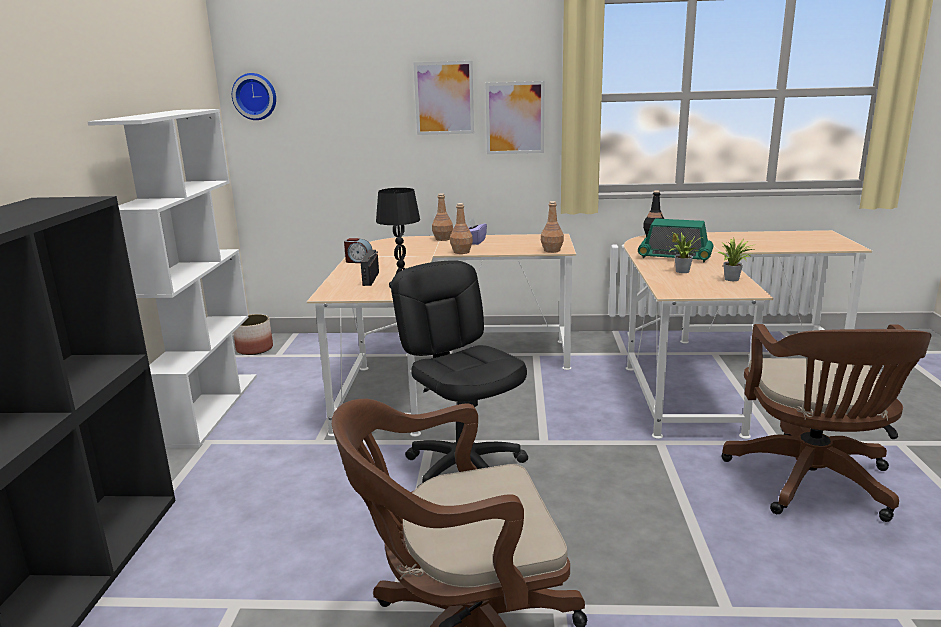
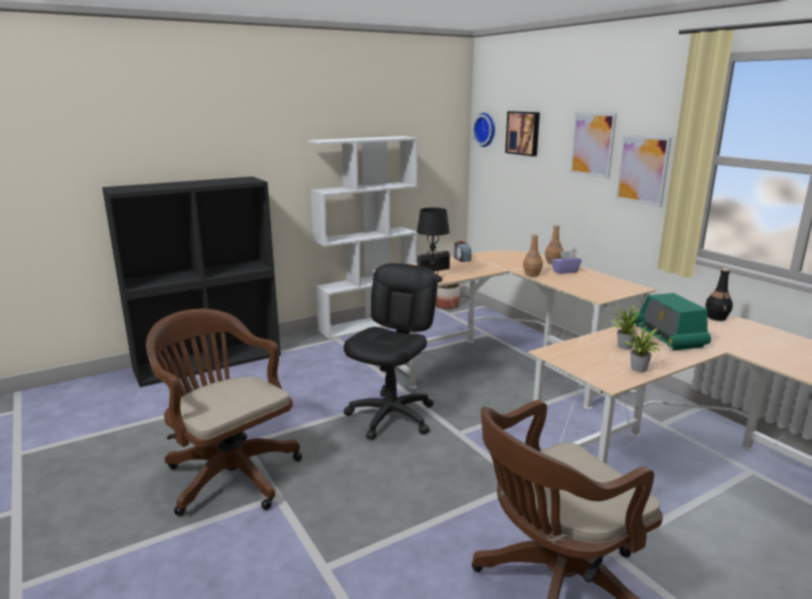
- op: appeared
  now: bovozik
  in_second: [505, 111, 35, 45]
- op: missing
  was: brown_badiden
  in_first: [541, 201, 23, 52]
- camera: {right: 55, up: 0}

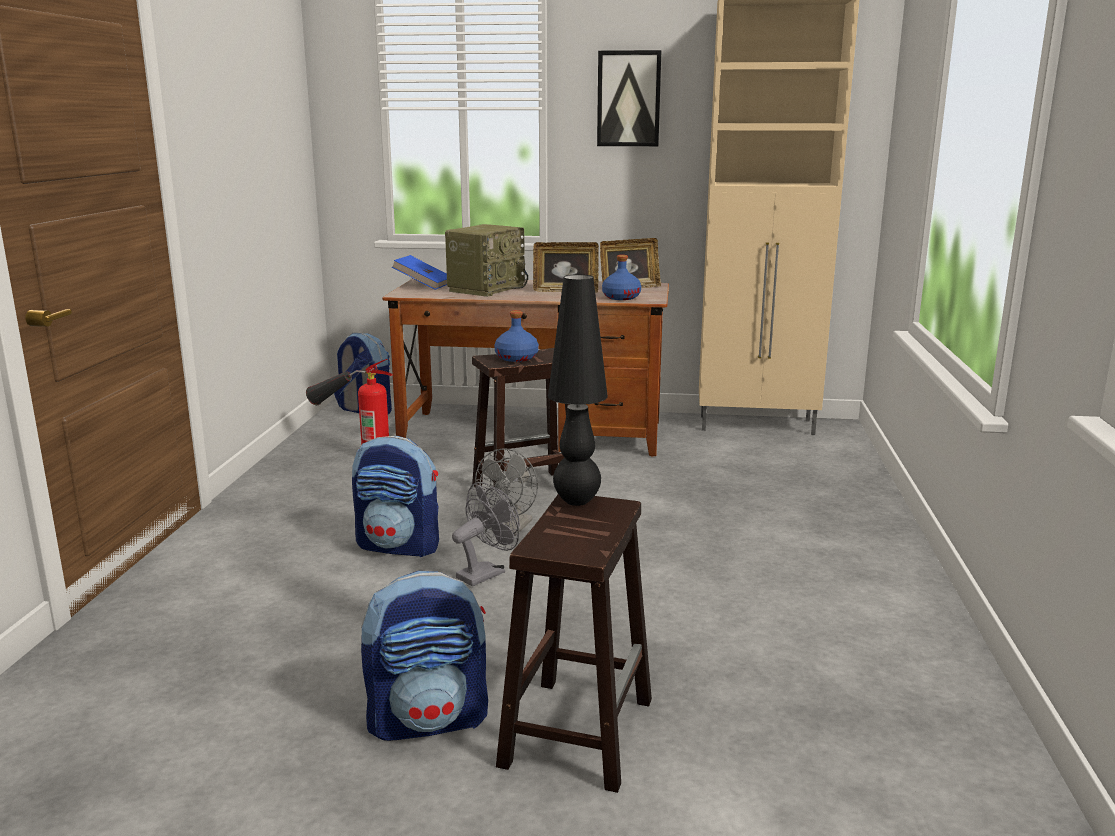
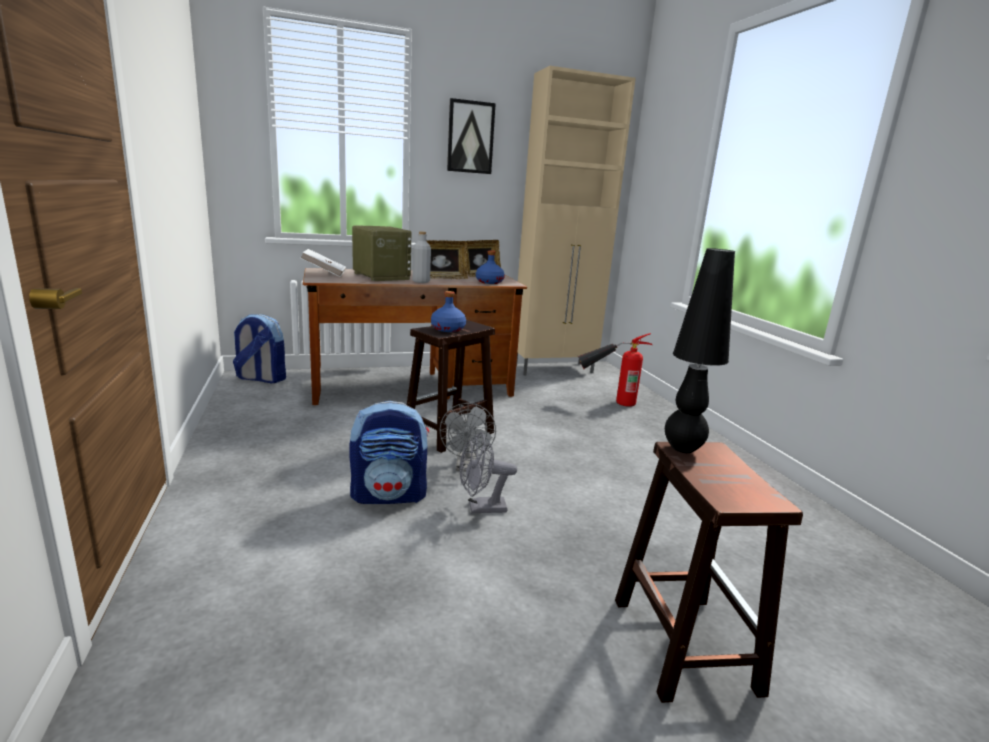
- op: colour
  was: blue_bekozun
  now: white_bekozun
  in_first: [392, 255, 55, 35]
  in_second: [301, 249, 45, 28]
- op: spun
  was: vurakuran
  in_first: [445, 224, 83, 73]
  in_second: [352, 225, 60, 56]
  clockwise: -45
- op: appeared
  now: grey_badiden
  in_second: [412, 231, 19, 52]
- op: spun
  was: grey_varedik
  in_first: [452, 482, 68, 104]
  in_second: [460, 432, 57, 82]
  clockwise: -120
- op: relocated
  was: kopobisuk
  in_first: [306, 359, 87, 86]
  in_second: [578, 333, 74, 74]
- op: missing
  was: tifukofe
  in_first: [361, 571, 127, 170]
- camera: {right: -25, up: 0}

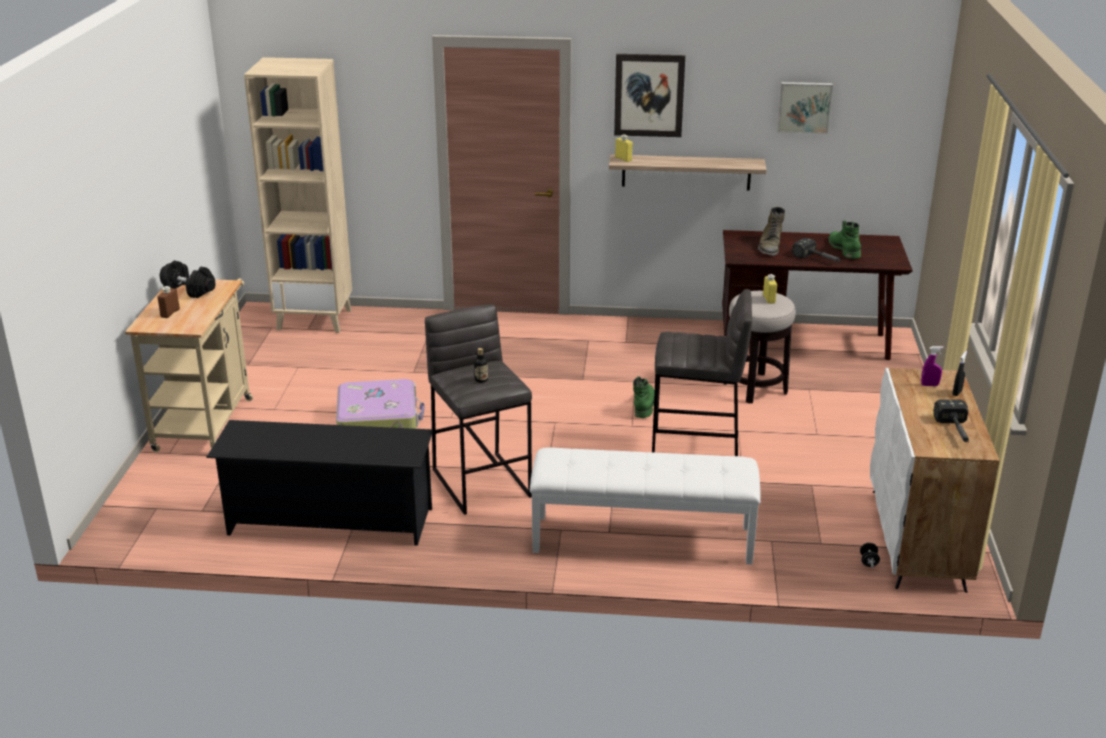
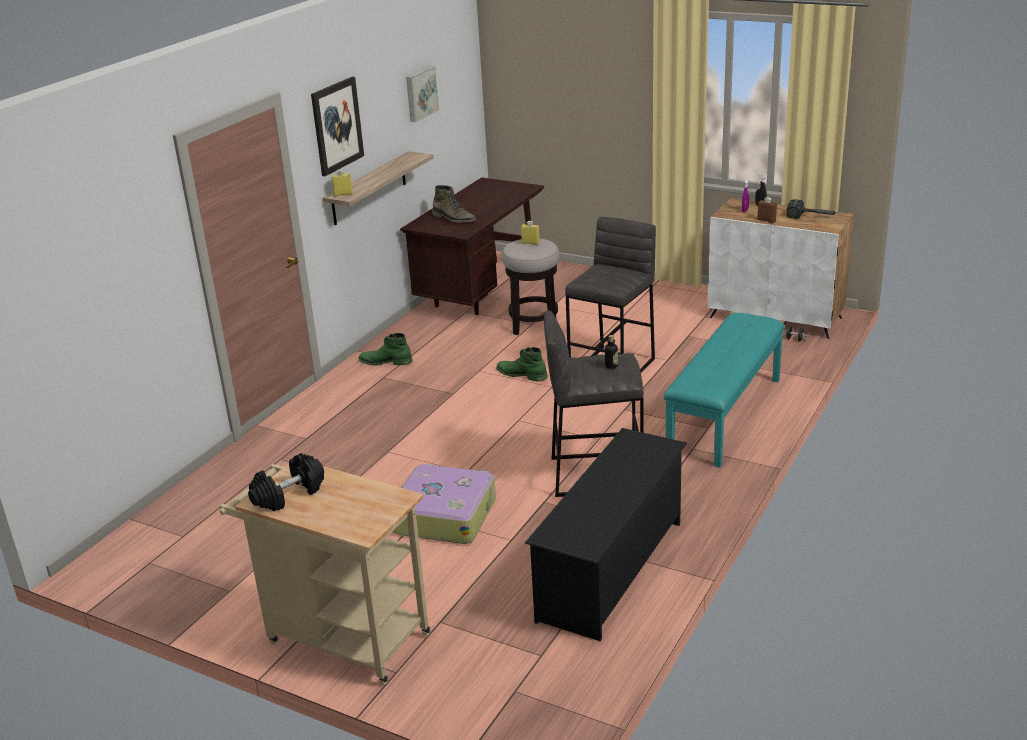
- op: relocated
  was: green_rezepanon
  in_first: [828, 220, 33, 39]
  in_second: [359, 333, 54, 32]
- op: colour
  was: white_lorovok
  now: turquoise_lorovok
  in_first: [530, 448, 231, 117]
  in_second: [664, 313, 121, 155]
- op: relocated
  was: brown_badiden
  in_first: [157, 286, 23, 32]
  in_second: [757, 197, 20, 26]
- op: missing
  was: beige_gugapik
  in_first: [244, 57, 108, 276]
- op: missing
  was: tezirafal
  in_first: [792, 238, 50, 23]
- camera: {right: -65, up: 0}

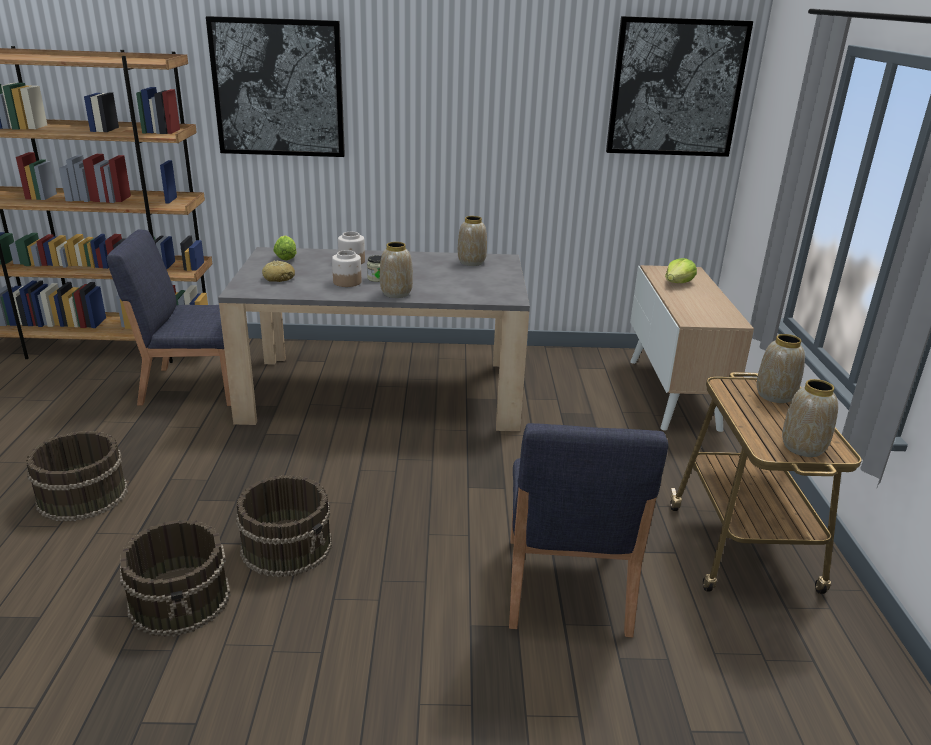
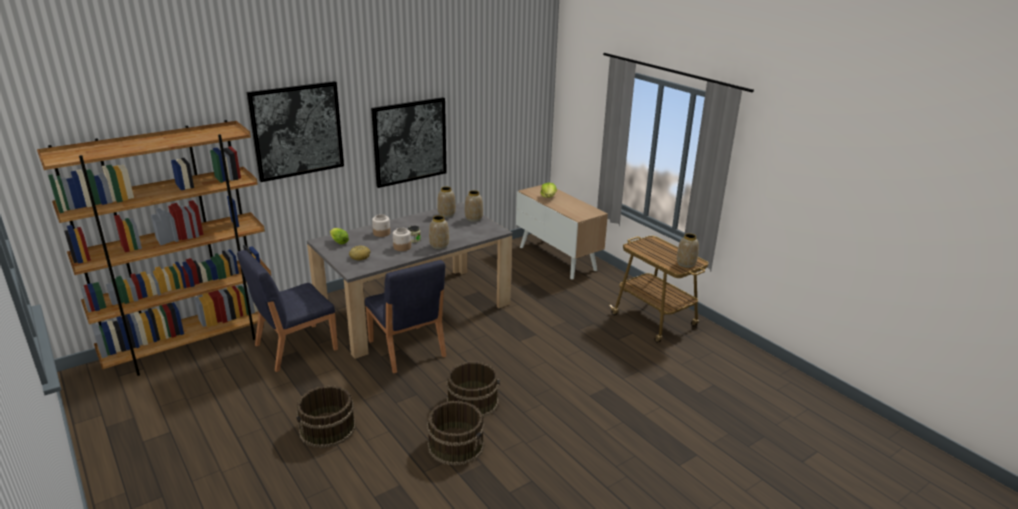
- op: relocated
  was: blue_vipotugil
  in_first: [509, 423, 159, 214]
  in_second: [365, 260, 81, 113]
- op: relocated
  was: bovozik
  in_first: [606, 16, 147, 141]
  in_second: [371, 97, 76, 91]
- op: relocated
  was: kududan
  in_first: [757, 334, 48, 69]
  in_second: [465, 190, 18, 32]
- camera: {right: -35, up: 0}

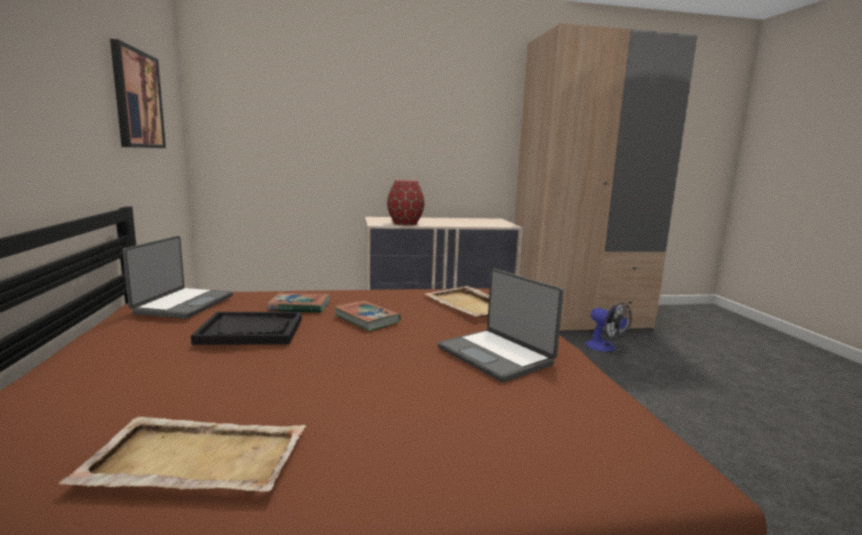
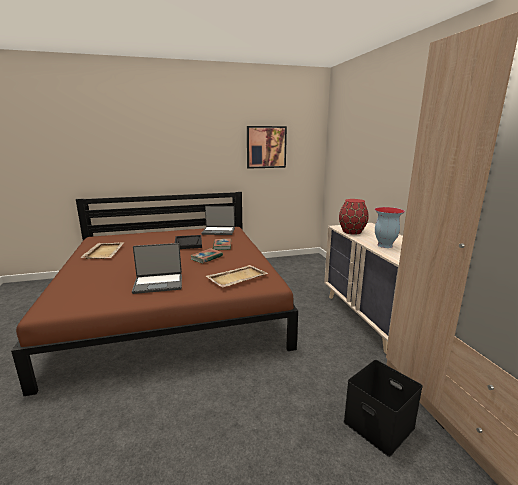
- op: spun
  was: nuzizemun
  in_first: [438, 269, 126, 113]
  in_second: [132, 243, 50, 51]
  clockwise: -150
- op: exchanged
  was: varedik
  now: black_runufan
  in_first: [585, 303, 47, 49]
  in_second: [344, 360, 79, 97]
- op: appeared
  now: kududan
  in_second: [375, 207, 30, 41]
- camera: {right: 85, up: 5}

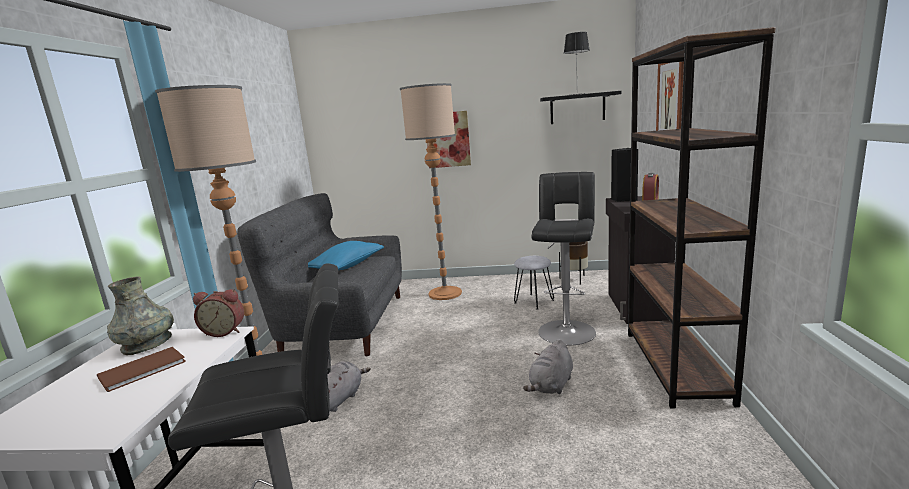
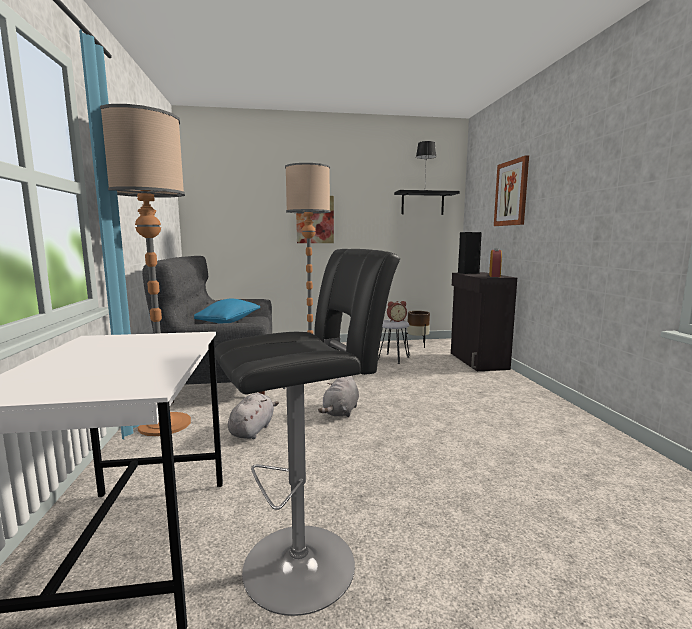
- op: relocated
  was: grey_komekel
  in_first: [523, 340, 50, 54]
  in_second: [318, 376, 41, 41]
- op: relocated
  was: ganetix
  in_first: [193, 289, 51, 48]
  in_second: [387, 301, 20, 21]
- op: missing
  was: brown_bekozun
  in_first: [97, 347, 89, 45]
- op: missing
  was: grey_kududan
  in_first: [107, 276, 67, 79]
- op: missing
  was: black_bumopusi
  in_first: [531, 172, 65, 173]
- op: missing
  was: brown_gugapik
  in_first: [628, 27, 148, 381]
- camera: {right: -15, up: -5}

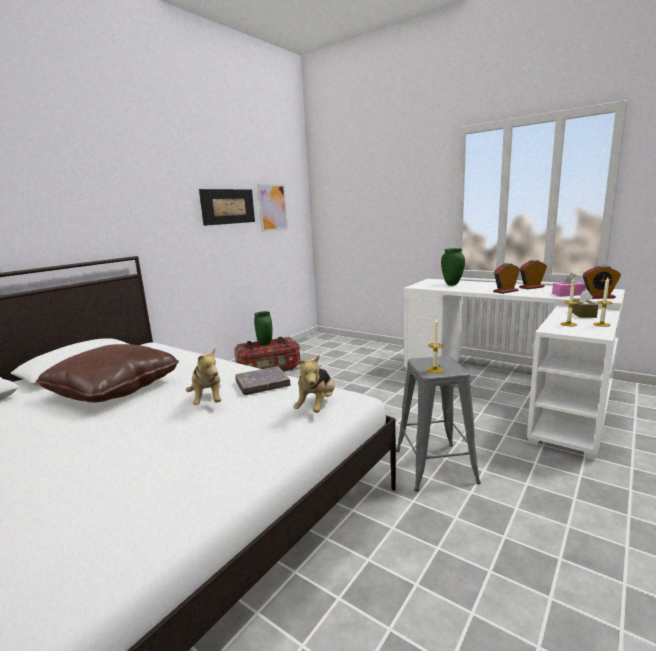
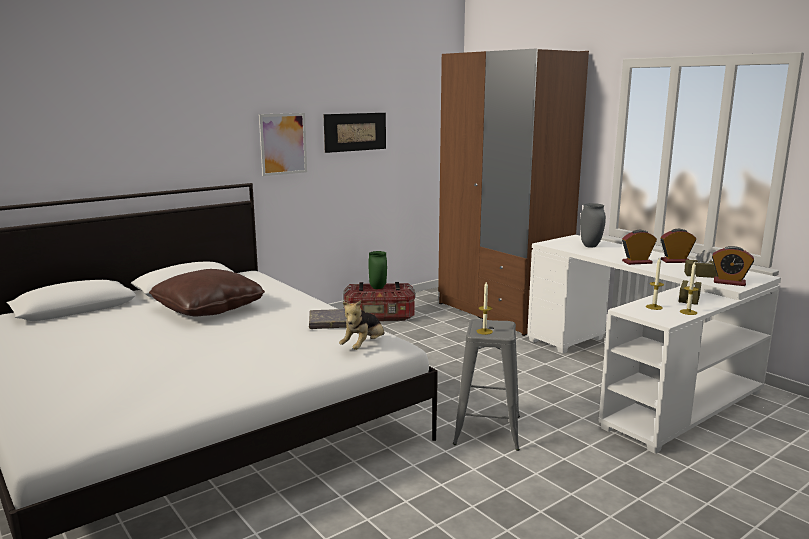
- op: relocated
  was: bovozik
  in_first: [257, 184, 31, 48]
  in_second: [259, 113, 48, 63]
- op: appeared
  now: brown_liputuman
  in_second: [438, 48, 151, 288]
- op: colour
  was: green_kududan
  now: grey_kududan
  in_first: [441, 248, 24, 38]
  in_second: [580, 203, 26, 44]
- op: colour
  was: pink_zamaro
  now: brown_zamaro
  in_first: [552, 273, 34, 23]
  in_second: [684, 250, 34, 28]
- op: missing
  was: komekel
  in_first: [186, 348, 35, 57]
- camera: {right: 15, up: 0}

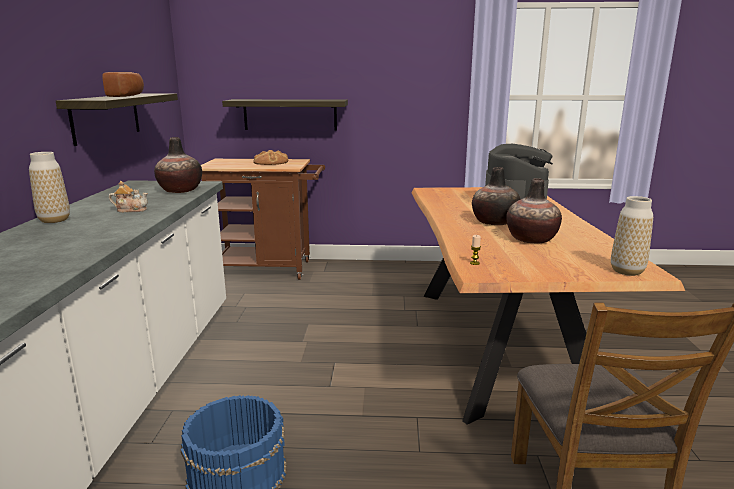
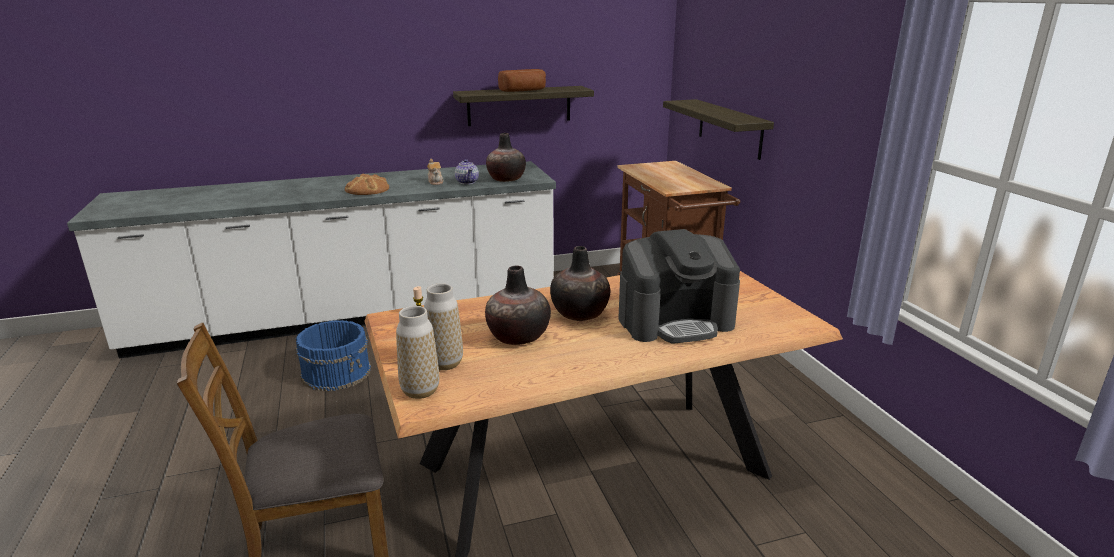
- op: relocated
  was: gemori
  in_first: [253, 150, 35, 15]
  in_second: [345, 174, 44, 21]
- op: relocated
  was: kududan
  in_first: [29, 152, 41, 71]
  in_second: [424, 283, 39, 87]
- op: appeared
  now: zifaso
  in_second: [455, 159, 24, 25]
- camera: {right: 70, up: 5}

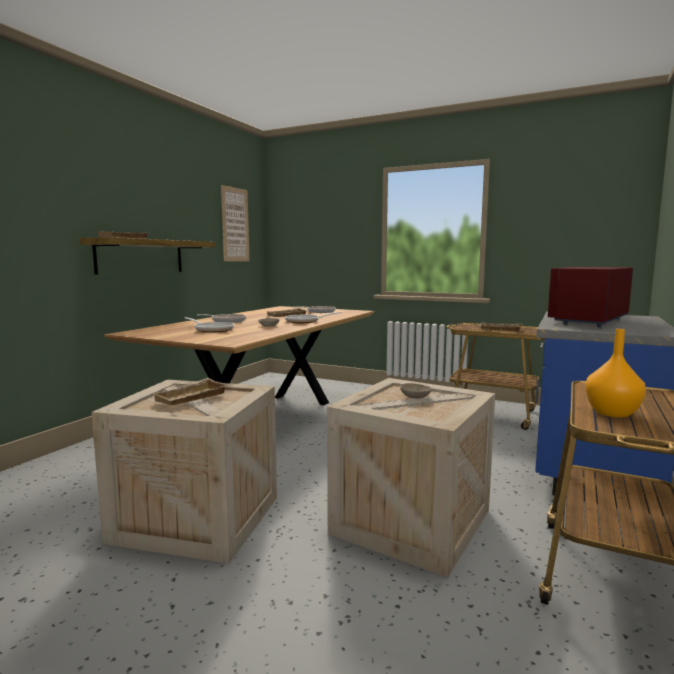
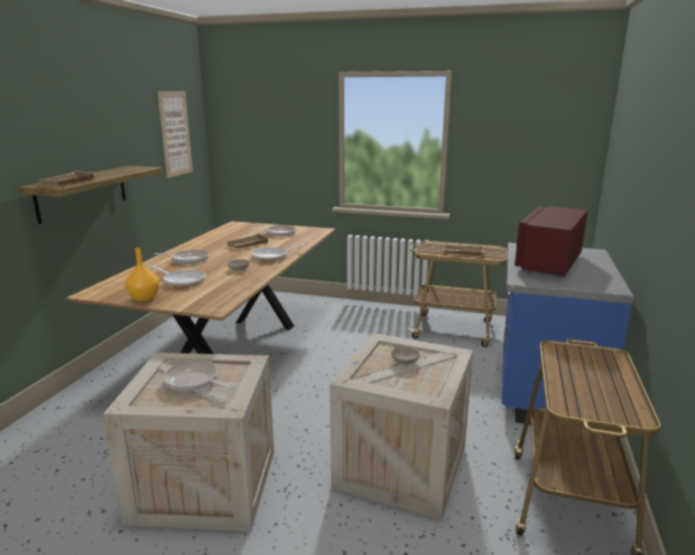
- op: relocated
  was: orange_kududan
  in_first: [585, 329, 61, 89]
  in_second: [125, 248, 35, 54]
- op: exchanged
  was: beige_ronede
  now: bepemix
  in_first: [153, 379, 75, 27]
  in_second: [163, 361, 71, 30]
- camera: {right: -10, up: 10}

